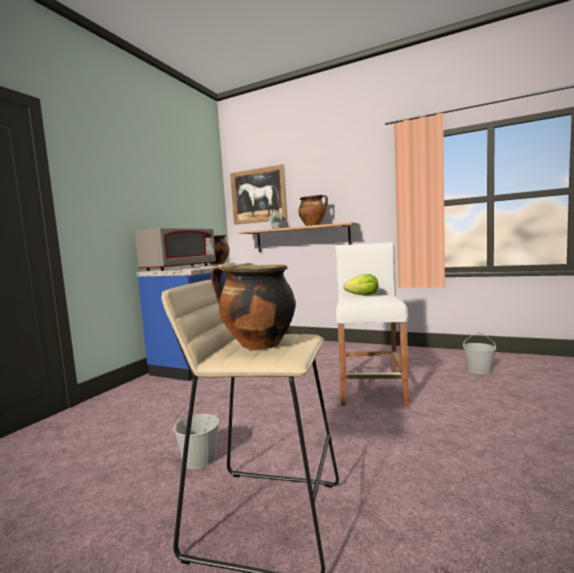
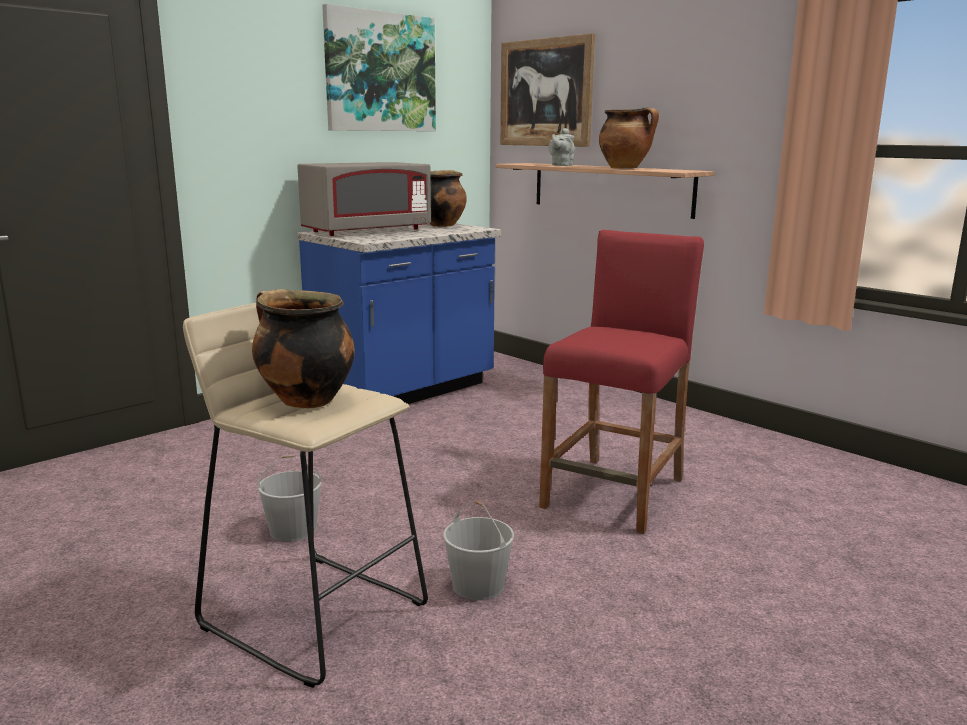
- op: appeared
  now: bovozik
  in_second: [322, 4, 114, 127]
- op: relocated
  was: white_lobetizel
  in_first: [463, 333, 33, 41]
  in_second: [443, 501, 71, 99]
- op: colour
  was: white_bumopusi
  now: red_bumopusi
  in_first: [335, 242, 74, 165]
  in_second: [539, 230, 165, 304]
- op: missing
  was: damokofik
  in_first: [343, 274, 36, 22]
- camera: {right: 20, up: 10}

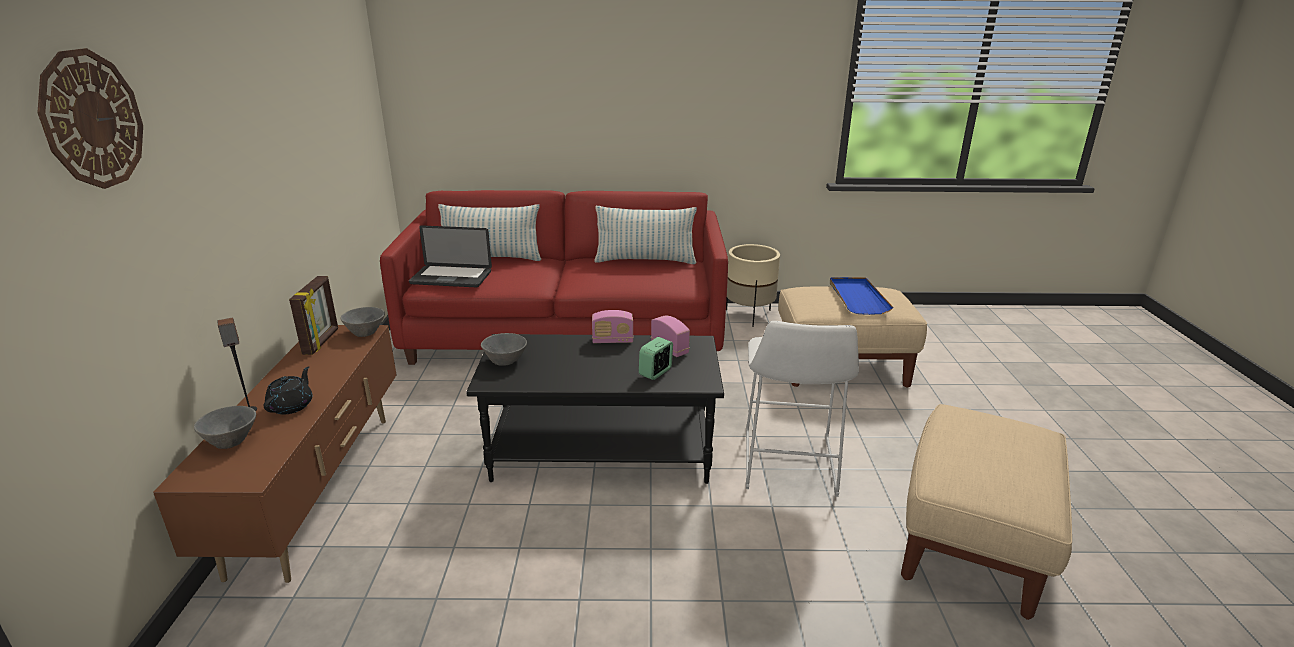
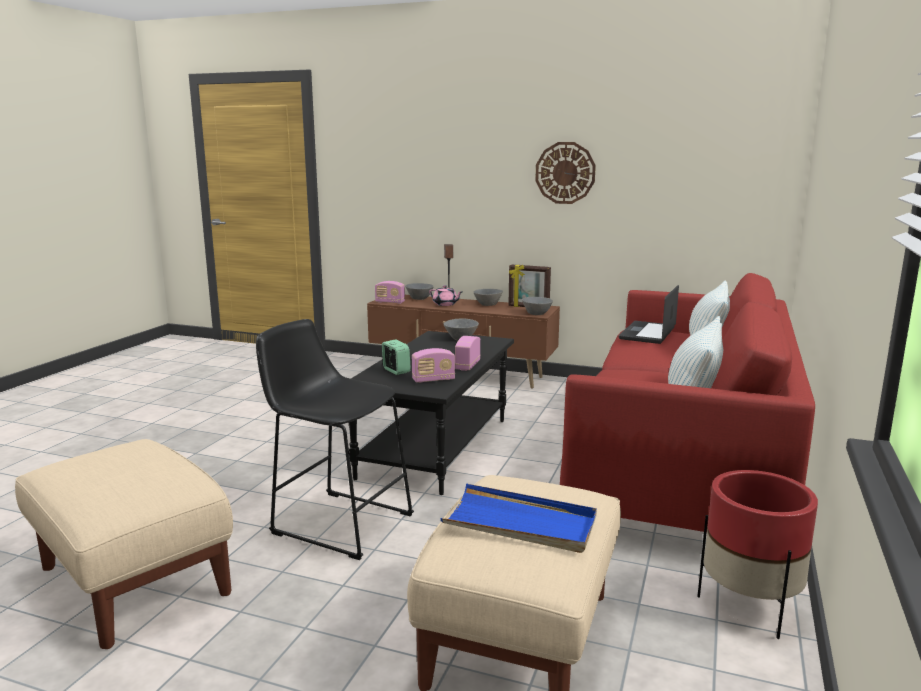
- op: colour
  was: white_bumopusi
  now: black_bumopusi
  in_first: [746, 321, 113, 176]
  in_second: [256, 319, 158, 241]
- op: appeared
  now: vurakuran
  in_second: [375, 281, 30, 23]
- op: colour
  was: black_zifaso
  now: pink_zifaso
  in_first: [263, 366, 49, 48]
  in_second: [429, 285, 33, 21]
- op: appeared
  now: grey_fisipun
  in_second: [473, 289, 30, 17]
- op: relocated
  was: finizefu
  in_first: [37, 48, 106, 141]
  in_second: [535, 142, 61, 62]
- op: colour
  was: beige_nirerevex
  now: red_nirerevex
  in_first: [726, 244, 54, 83]
  in_second: [697, 470, 121, 169]
- camera: {right: 110, up: -10}

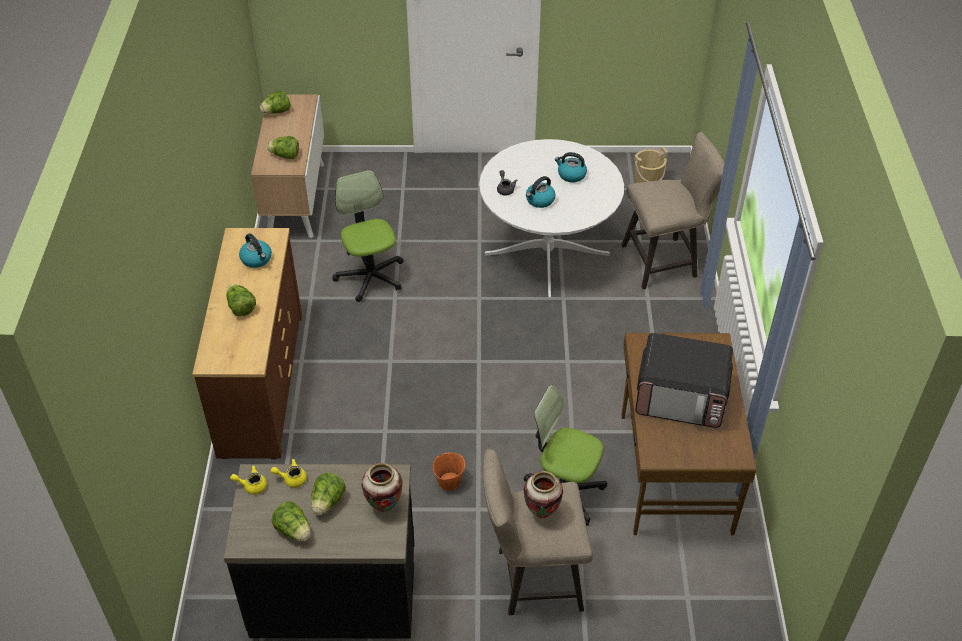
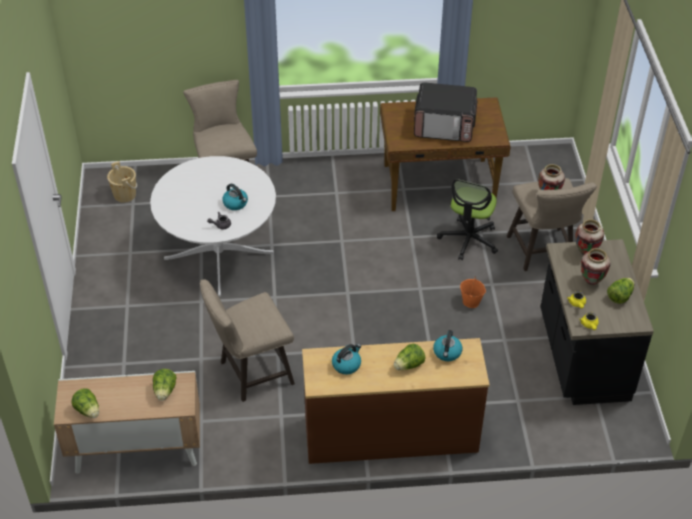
- op: exchanged
  was: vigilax
  now: beige_bumopusi
  in_first: [332, 170, 72, 132]
  in_second: [200, 279, 95, 123]
- op: spun
  was: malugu
  in_first: [635, 333, 98, 95]
  in_second: [414, 82, 63, 60]
  clockwise: 90
- op: relocated
  was: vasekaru
  in_first: [555, 152, 32, 30]
  in_second: [433, 330, 29, 31]
- op: exchanged
  was: damokofik
  now: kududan
  in_first: [311, 473, 35, 42]
  in_second: [581, 248, 29, 37]
- camera: {right: -95, up: 0}

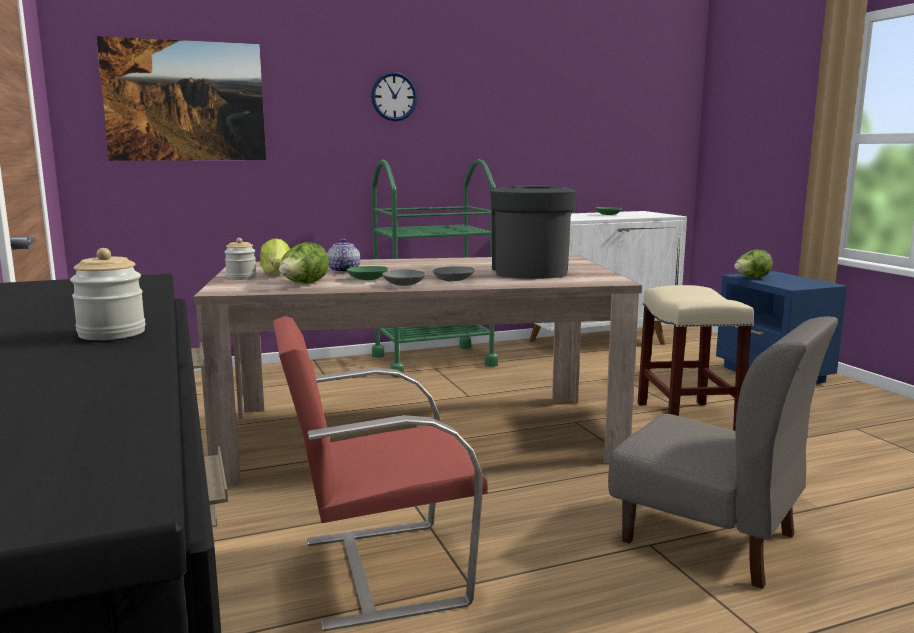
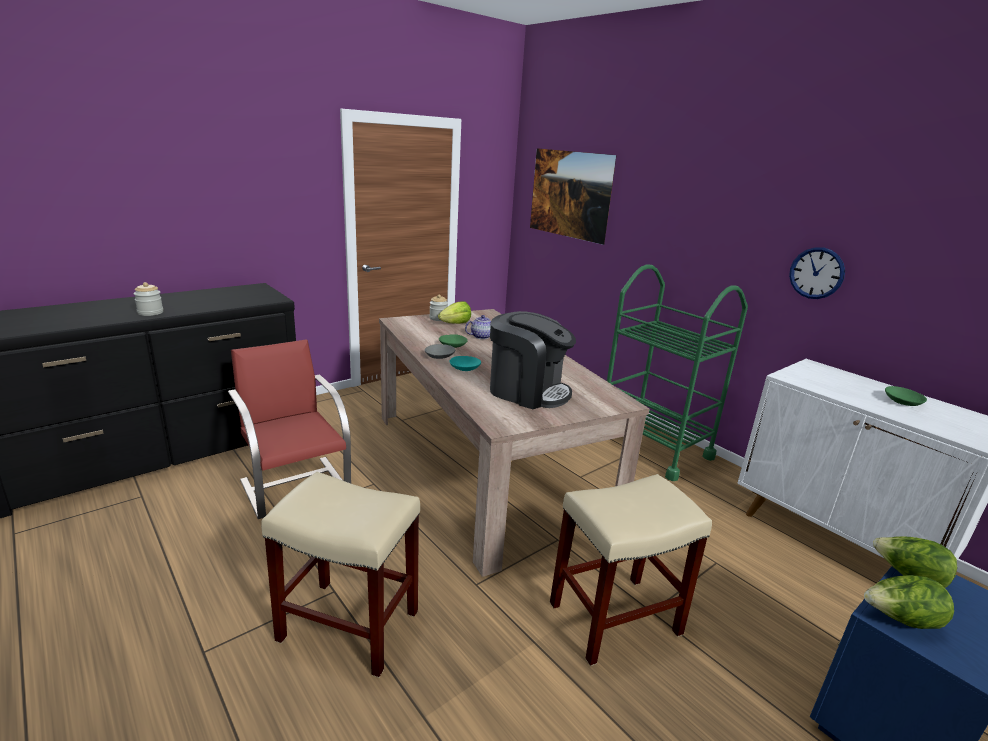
- op: exchanged
  was: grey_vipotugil
  now: beige_bumopusi
  in_first: [608, 316, 230, 273]
  in_second: [261, 472, 159, 206]
- op: colour
  was: grey_fisipun
  now: turquoise_fisipun
  in_first: [433, 266, 42, 15]
  in_second: [449, 356, 32, 15]
- op: spun
  was: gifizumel
  in_first: [490, 186, 87, 93]
  in_second: [490, 311, 86, 98]
  clockwise: 45
- op: relocated
  was: finizefu
  in_first: [371, 72, 47, 49]
  in_second: [789, 247, 56, 52]
- op: relocated
  was: damokofik
  in_first: [279, 242, 50, 42]
  in_second: [864, 575, 90, 54]
- camera: {right: 70, up: 10}

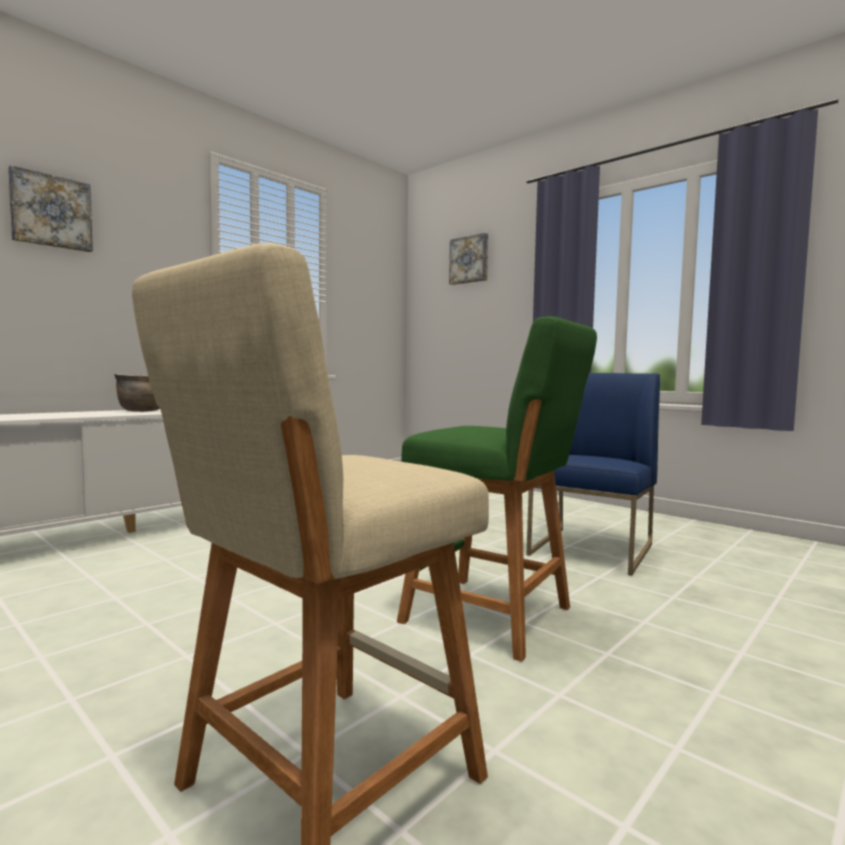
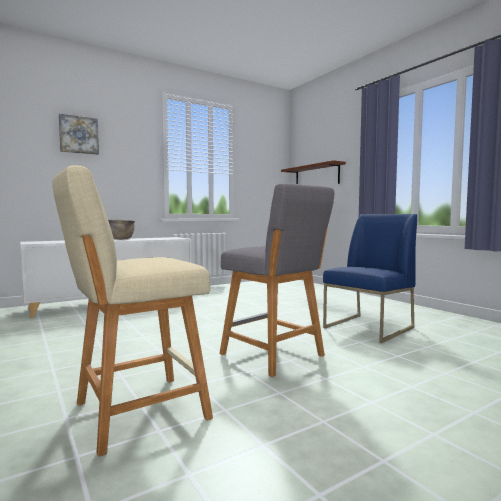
- op: colour
  was: green_bumopusi
  now: grey_bumopusi
  in_first: [397, 316, 200, 346]
  in_second: [219, 183, 115, 194]
- op: appeared
  now: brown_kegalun
  in_second: [281, 160, 65, 24]
- op: missing
  was: bovozik
  in_first: [449, 233, 39, 52]
- camera: {right: 15, up: 0}

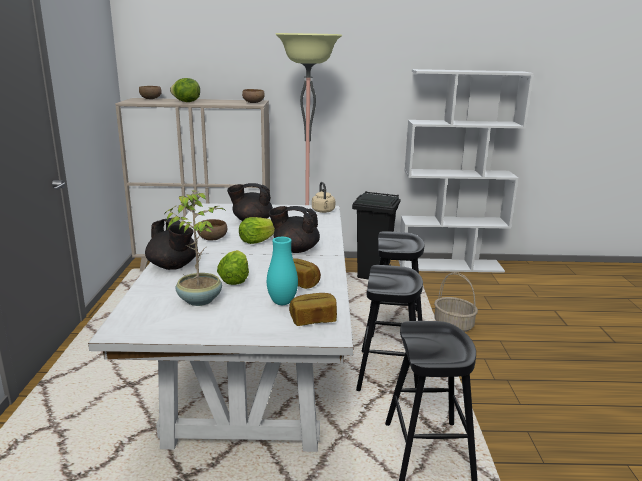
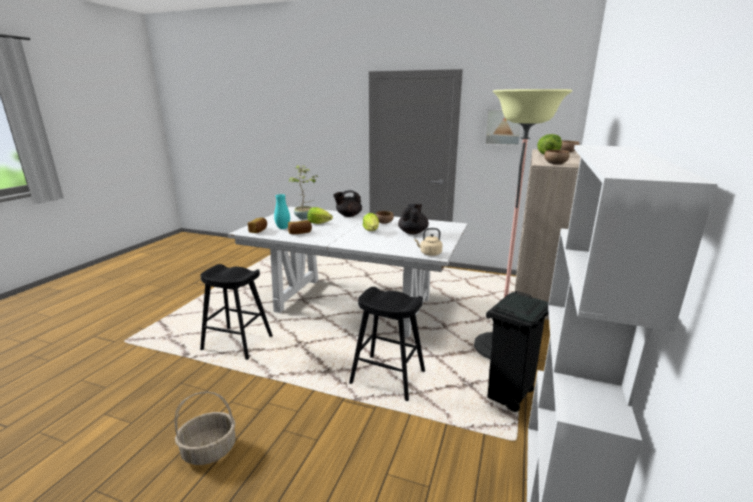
- op: relocated
  was: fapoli
  in_first: [434, 272, 44, 60]
  in_second: [175, 391, 61, 74]
- op: appeared
  now: bovozik
  in_second: [484, 109, 38, 37]
- op: missing
  was: black_zifaso
  in_first: [269, 206, 51, 47]
- op: missing
  was: black_bumopusi
  in_first: [356, 265, 67, 126]
- camera: {right: 110, up: 0}

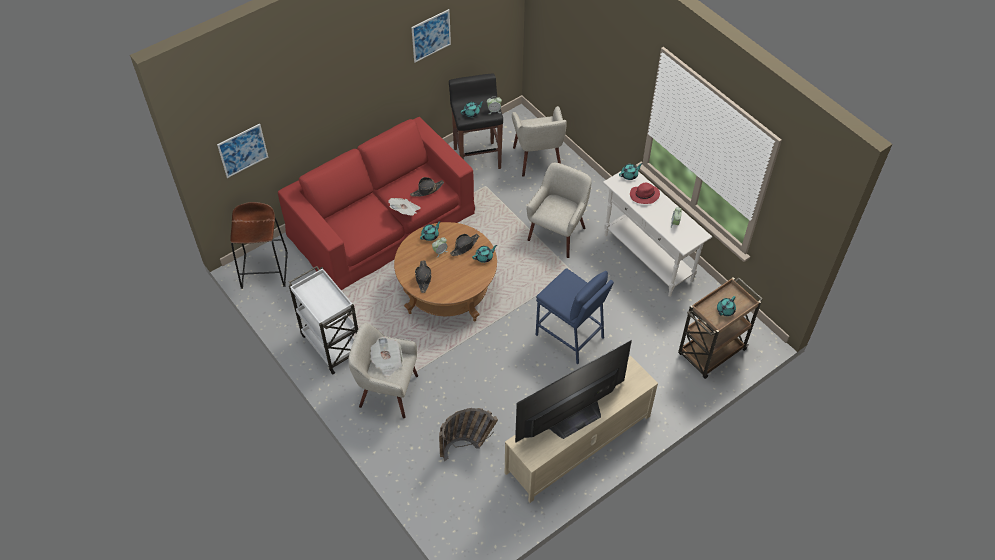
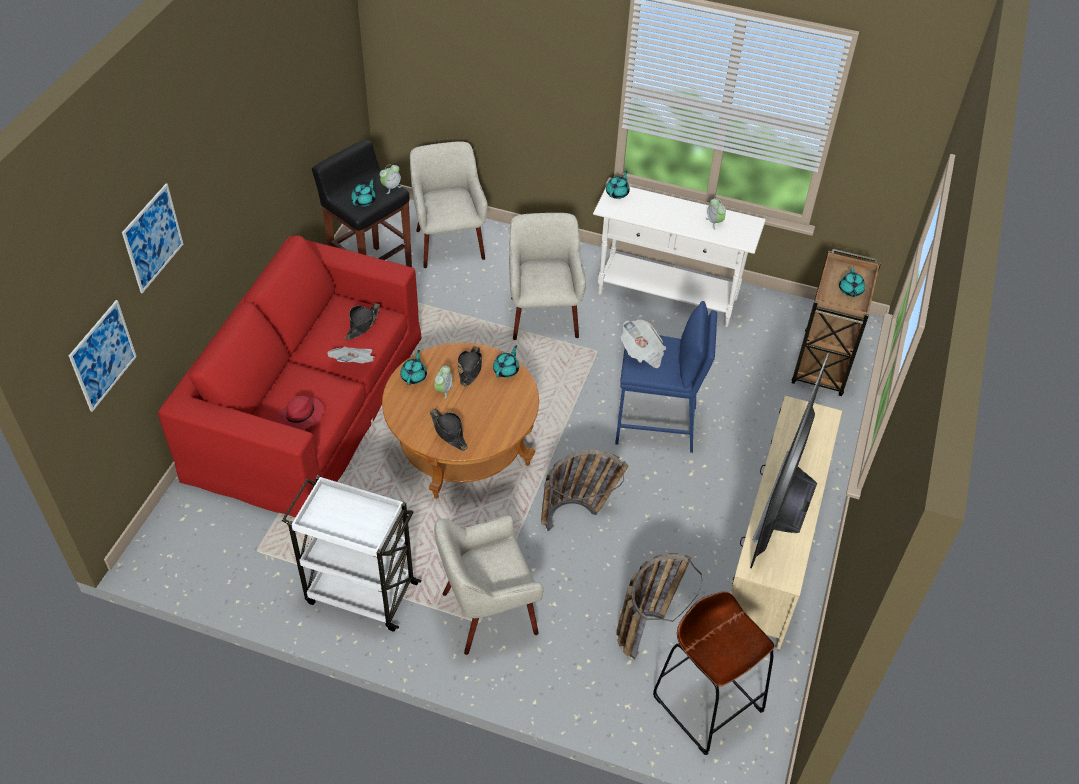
- op: relocated
  was: bovozik
  in_first: [411, 9, 40, 53]
  in_second: [122, 184, 61, 109]
- op: relocated
  was: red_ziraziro
  in_first: [630, 183, 30, 21]
  in_second: [278, 396, 45, 34]
- op: spun
  was: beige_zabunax
  in_first: [512, 106, 55, 71]
  in_second: [410, 141, 78, 127]
  clockwise: -150
- op: appeared
  now: fapoli
  in_second: [541, 450, 87, 81]
- op: relocated
  was: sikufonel
  in_first: [370, 337, 33, 40]
  in_second: [621, 319, 45, 49]
- op: relocated
  was: brown_bumopusi
  in_first: [230, 202, 58, 87]
  in_second: [653, 591, 122, 164]
- camera: {right: -35, up: -5}

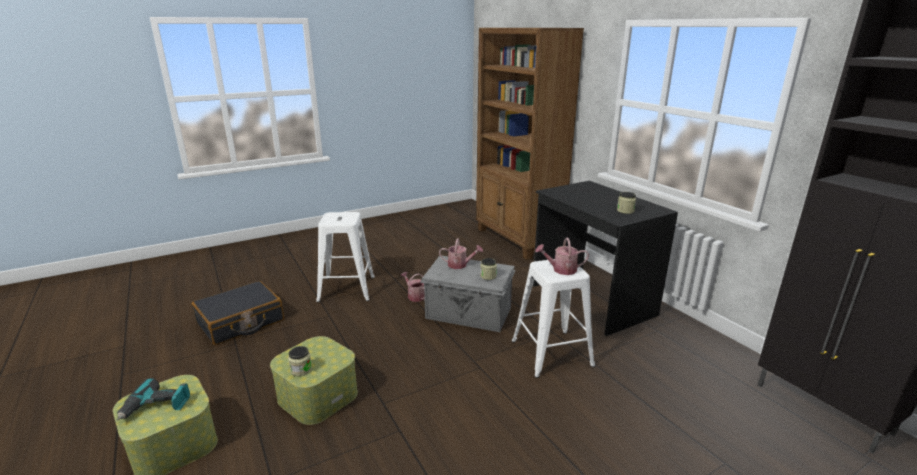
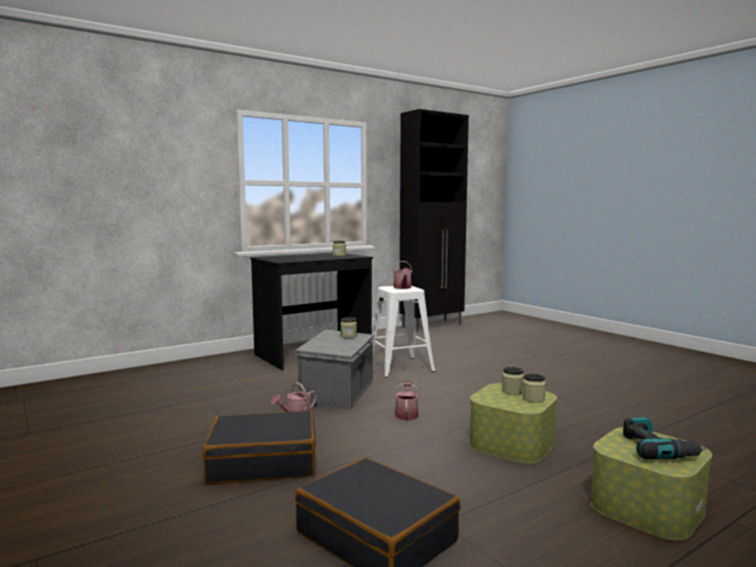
- op: exchanged
  was: white_bumopusi
  now: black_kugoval
  in_first: [316, 212, 59, 90]
  in_second: [202, 410, 114, 74]
- op: relocated
  was: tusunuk
  in_first: [439, 238, 44, 31]
  in_second: [394, 381, 26, 39]
- op: appeared
  now: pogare
  in_second: [502, 367, 22, 28]
- op: missing
  was: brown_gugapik
  in_first: [476, 28, 108, 232]
- camera: {right: -95, up: -15}

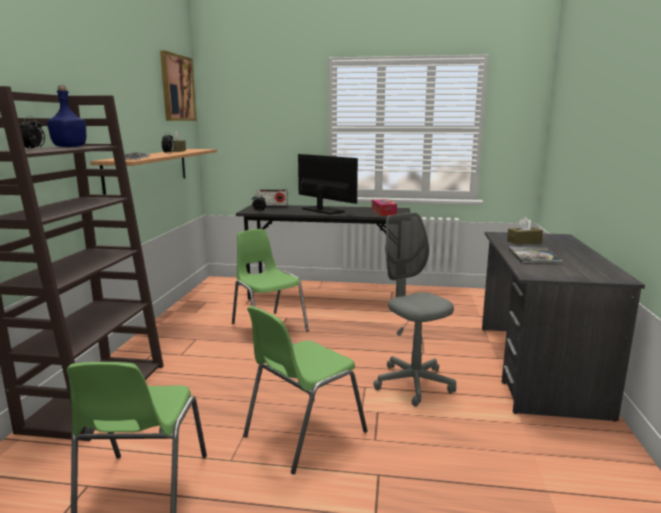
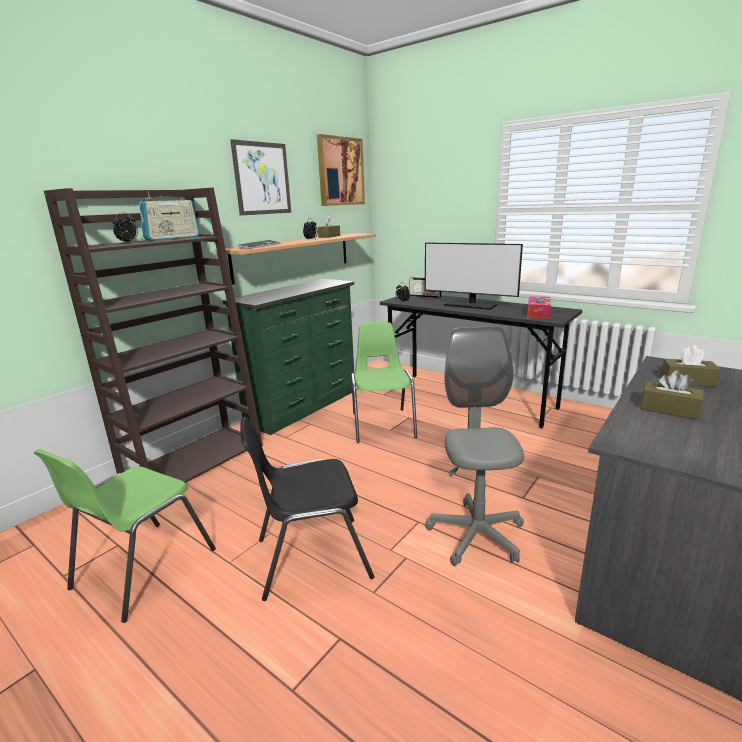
- op: exchanged
  was: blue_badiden
  now: vurakuran
  in_first: [47, 86, 39, 61]
  in_second: [139, 192, 61, 49]
- op: appeared
  now: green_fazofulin
  in_second: [222, 279, 132, 156]
- op: appeared
  now: bovozik
  in_second: [230, 139, 61, 77]
- op: colour
  was: green_vipotugil
  now: black_vipotugil
  in_first: [243, 306, 125, 168]
  in_second: [240, 417, 134, 184]
- op: spun
  was: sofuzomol
  in_first: [298, 154, 60, 61]
  in_second: [425, 242, 98, 68]
  clockwise: 135
- op: exchanged
  was: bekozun
  now: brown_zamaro
  in_first: [508, 246, 56, 18]
  in_second: [640, 370, 64, 50]
- camera: {right: 30, up: 5}

